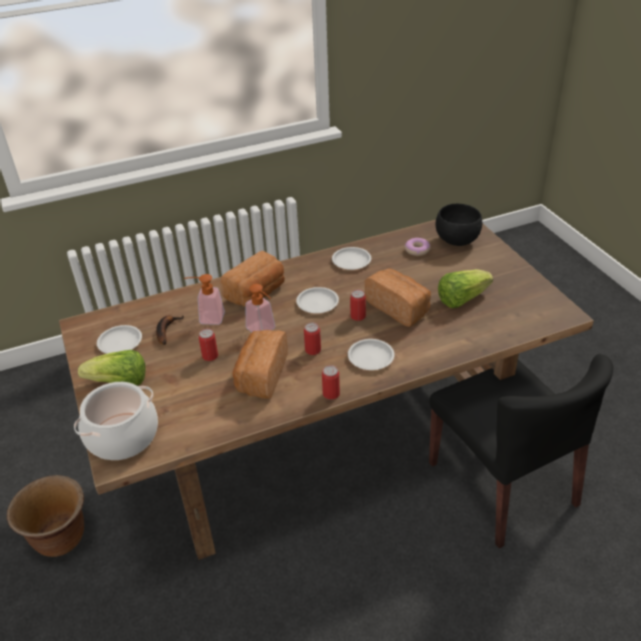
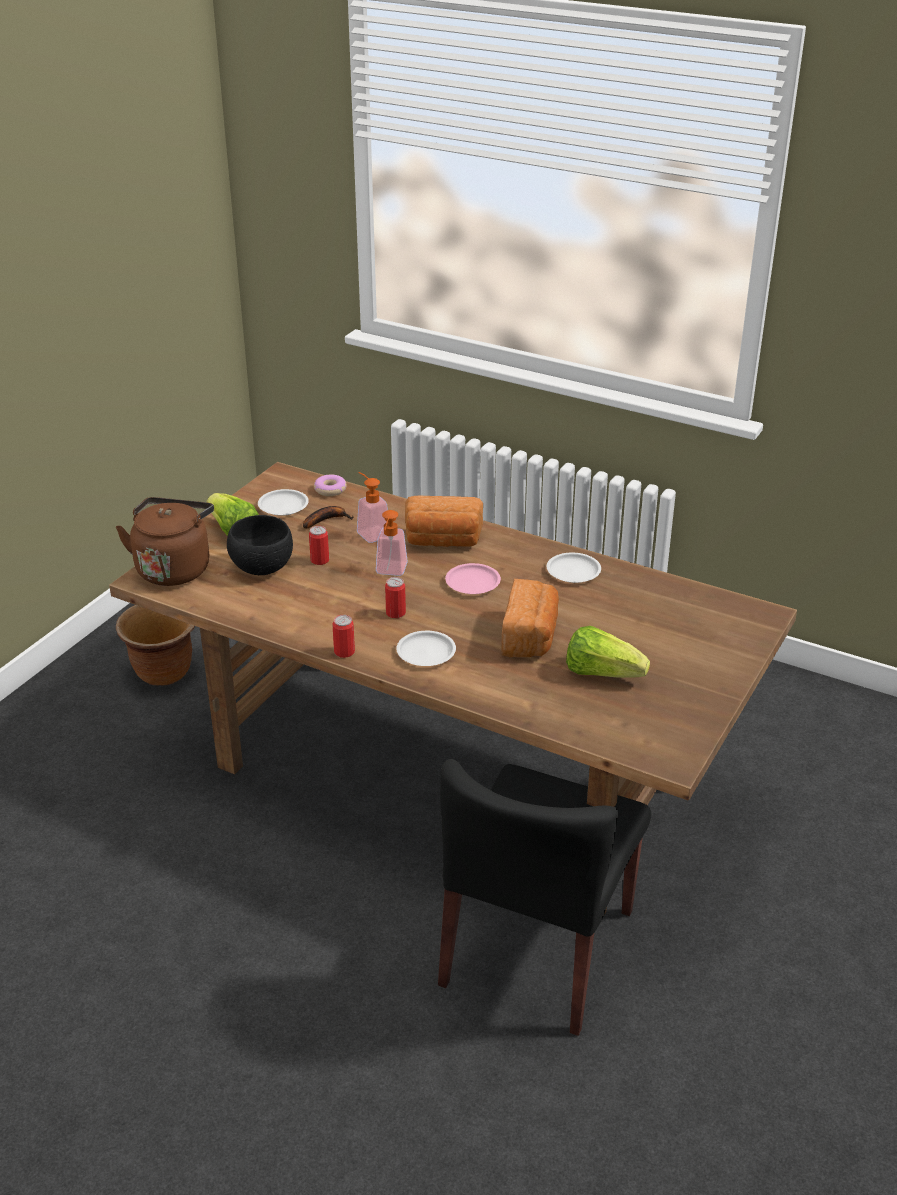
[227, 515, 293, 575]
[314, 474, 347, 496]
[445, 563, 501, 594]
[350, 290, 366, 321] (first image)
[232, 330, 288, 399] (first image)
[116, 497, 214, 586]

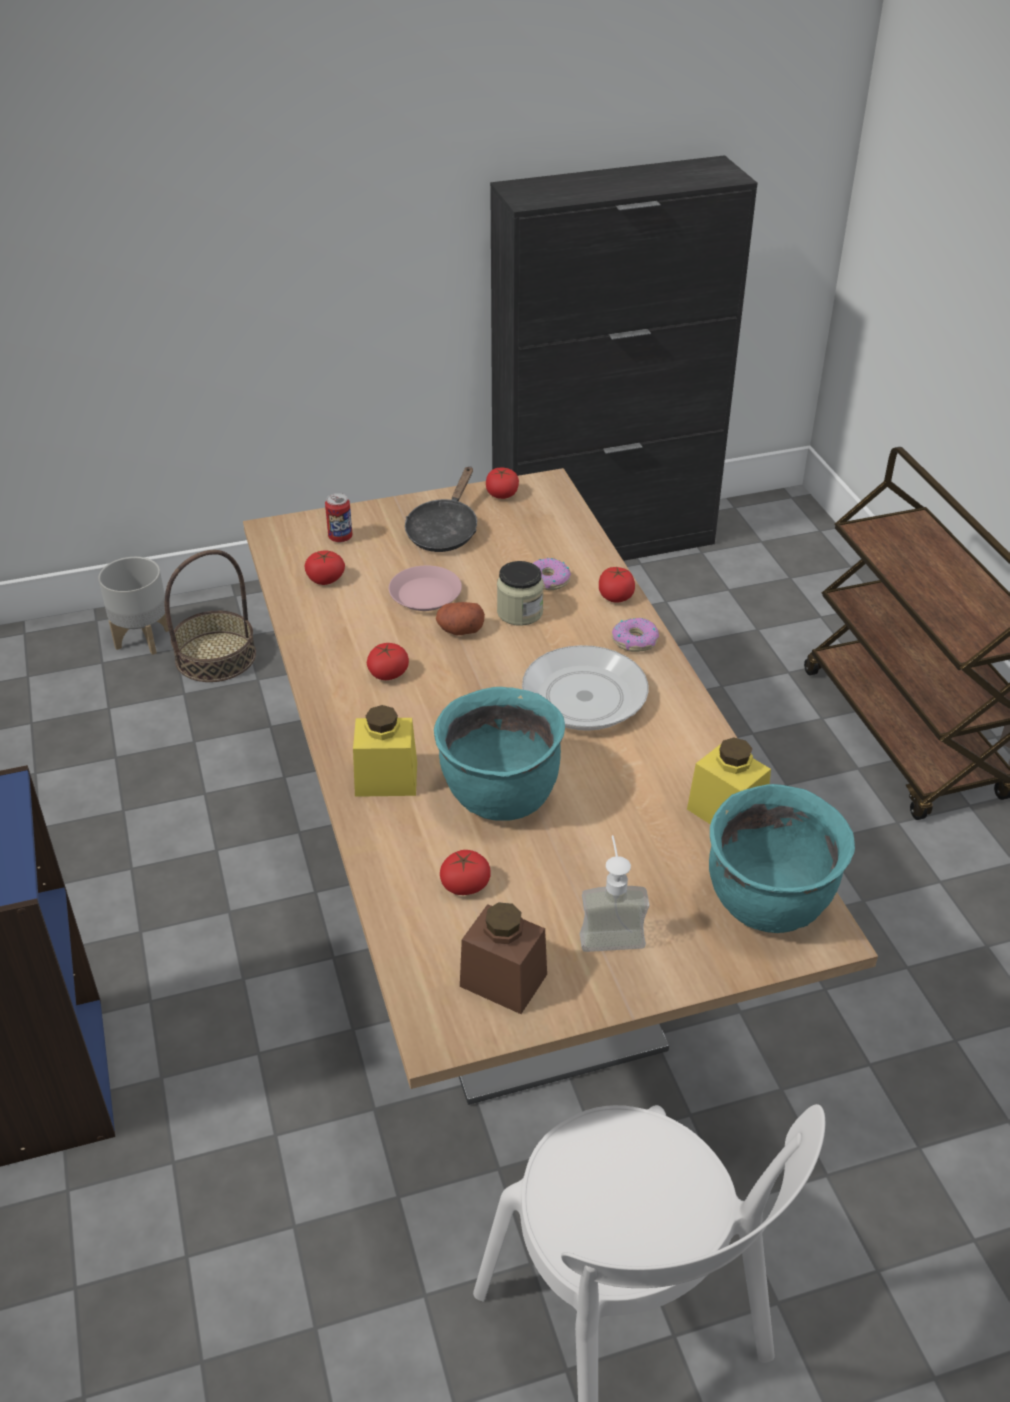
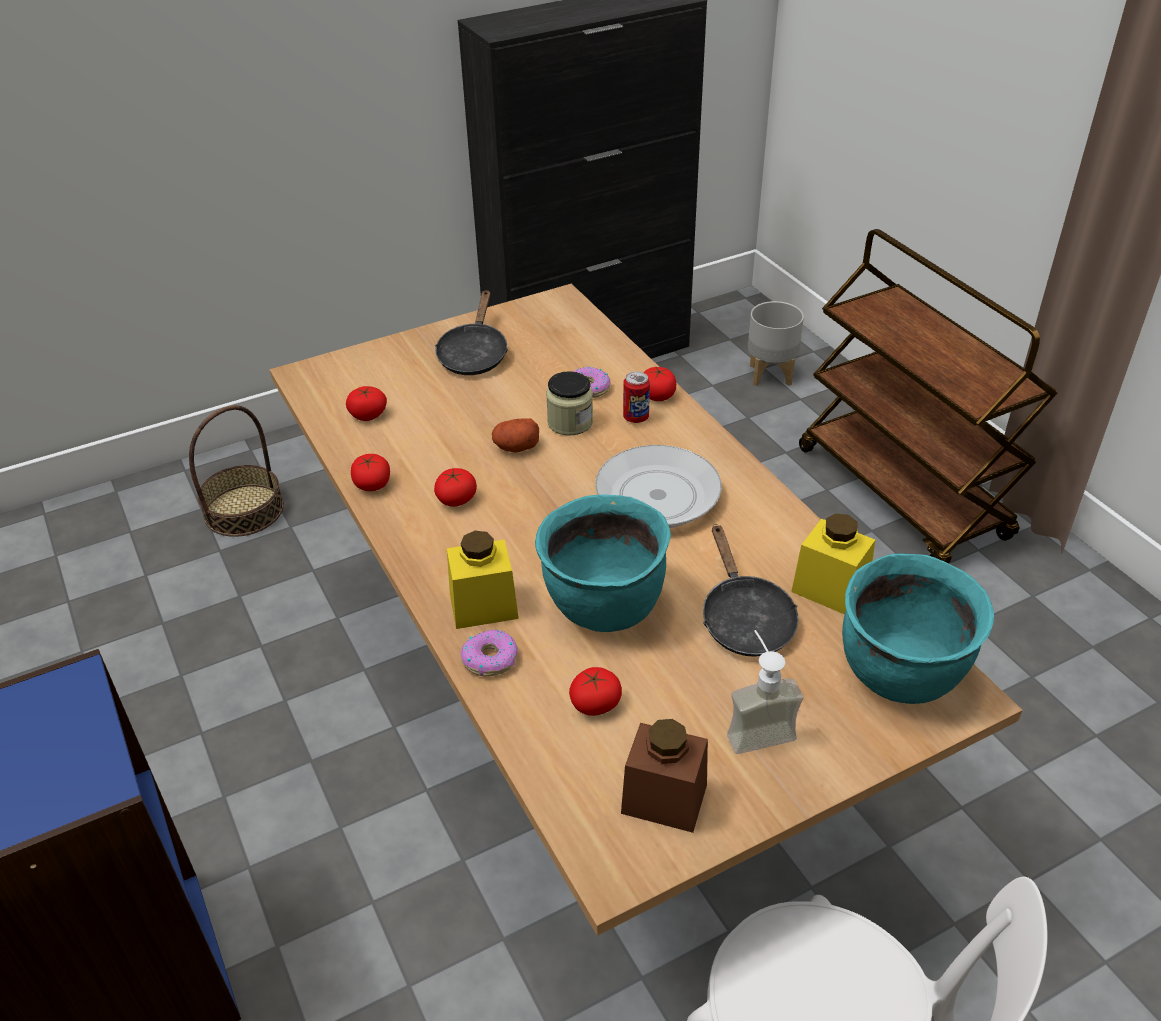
[351, 454, 390, 491]
[623, 371, 650, 423]
[748, 301, 804, 386]
[389, 565, 462, 611] (first image)
[460, 630, 518, 677]
[703, 524, 799, 657]

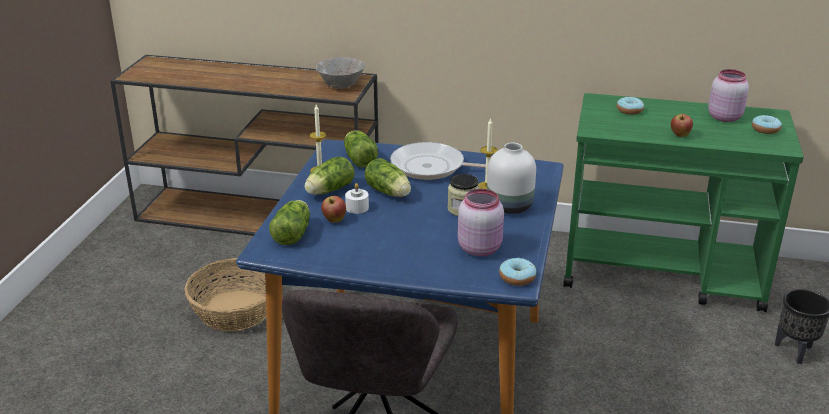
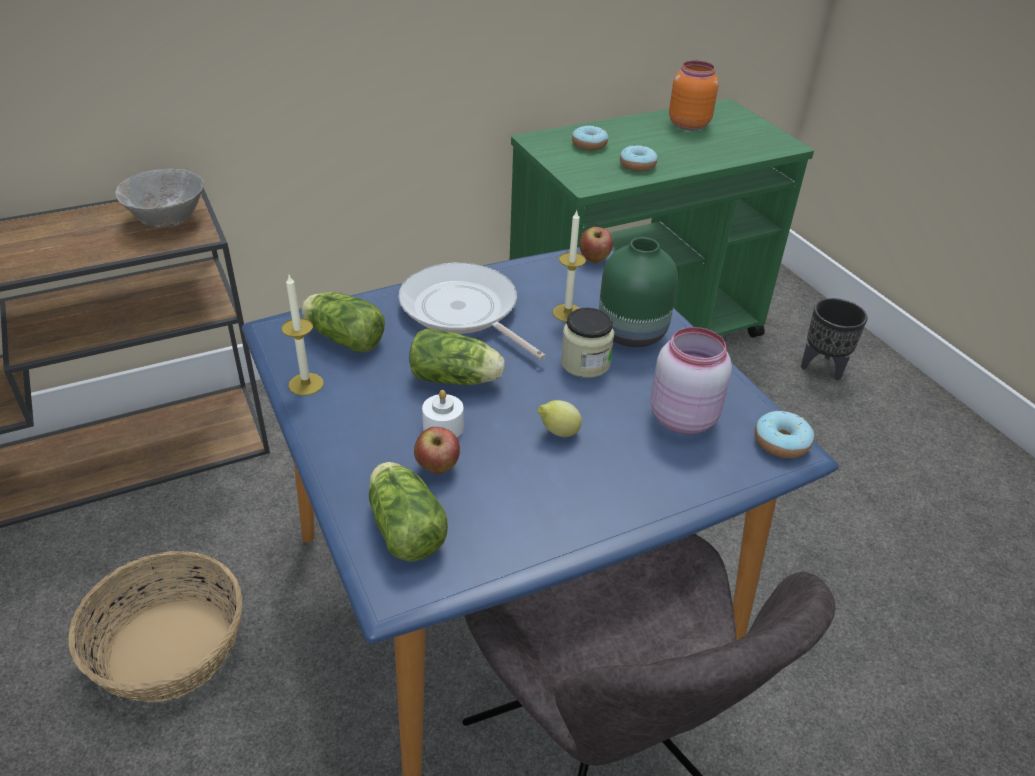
[669, 60, 719, 130]
[579, 227, 613, 263]
[620, 145, 657, 171]
[399, 263, 546, 360]
[599, 237, 678, 347]
[305, 157, 354, 195] (first image)
[538, 400, 582, 437]

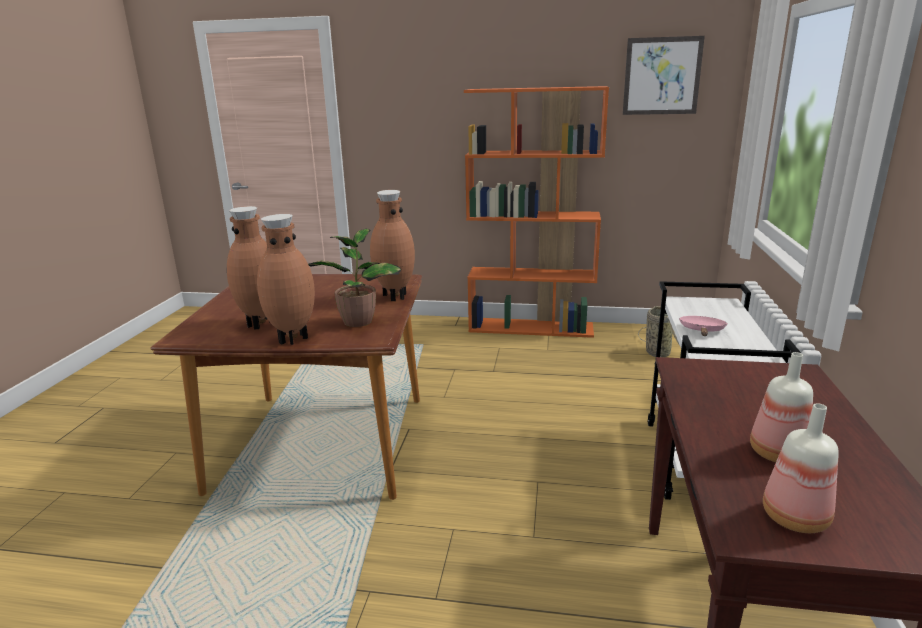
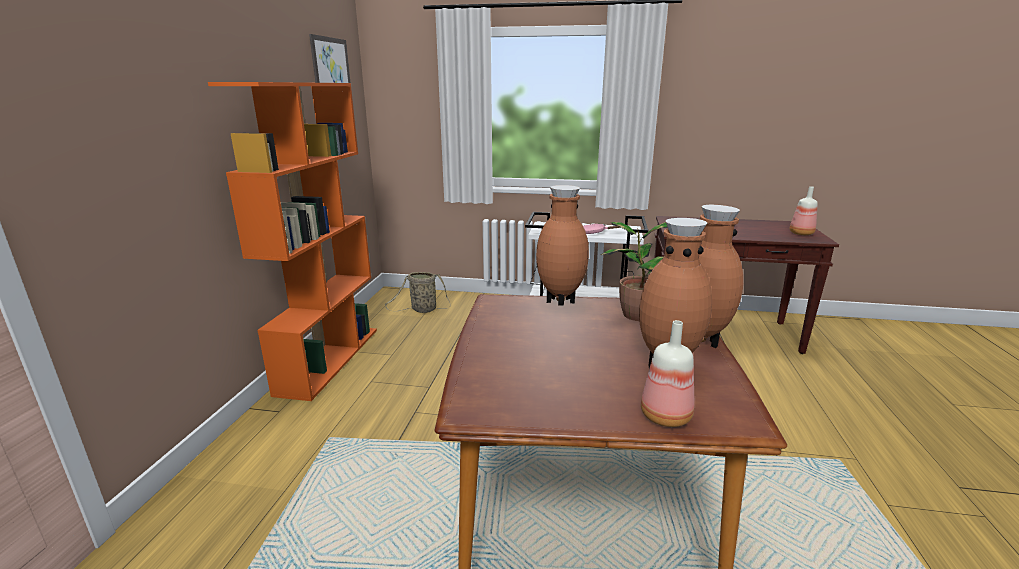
[641, 320, 694, 427]

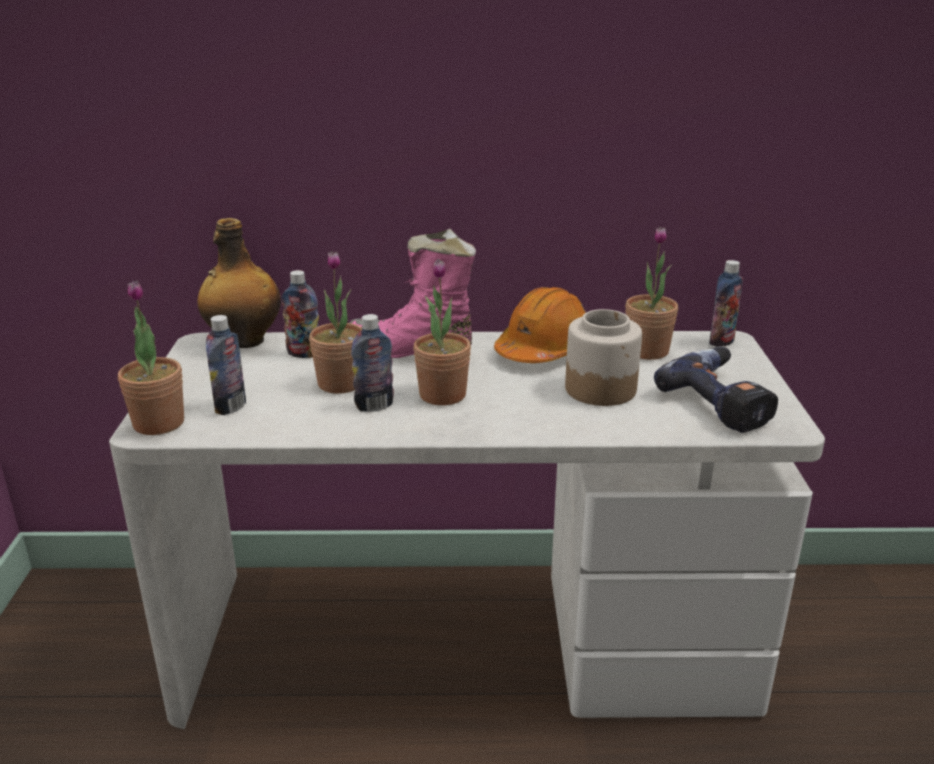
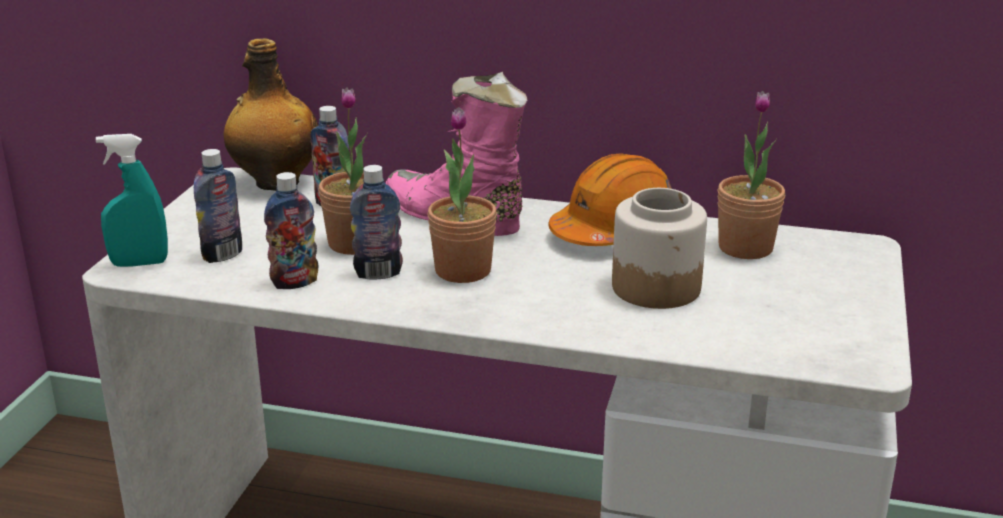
[264, 172, 318, 289]
[96, 134, 168, 267]
[654, 347, 778, 433] (first image)

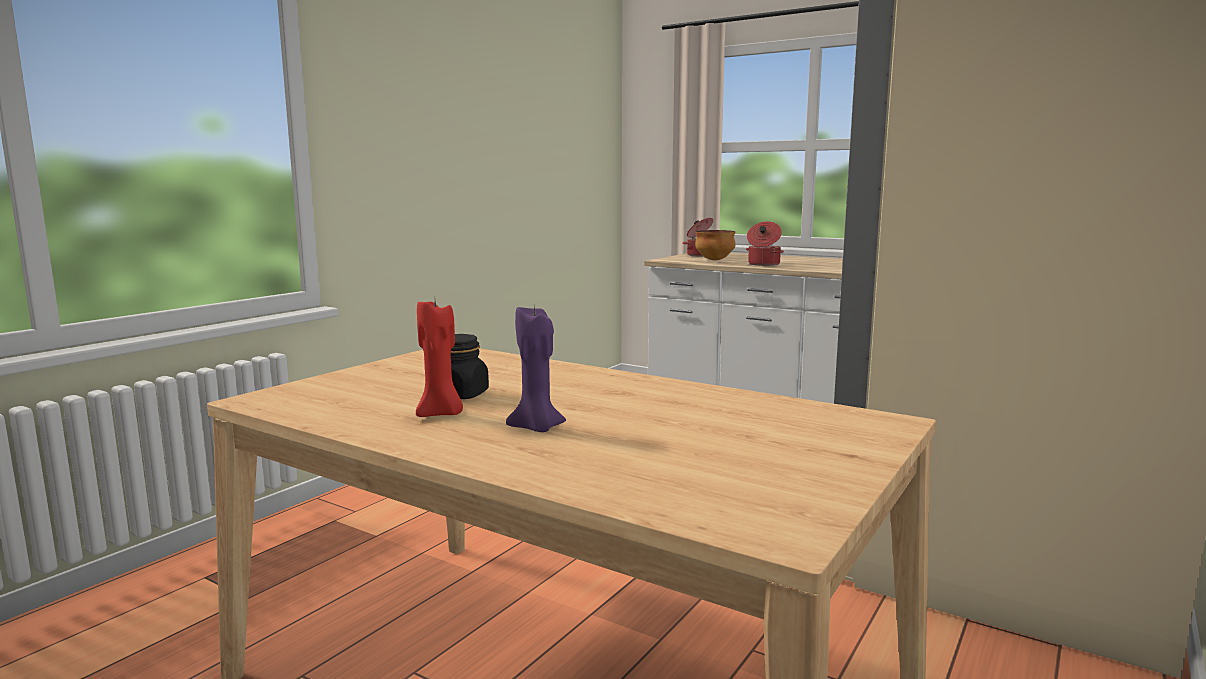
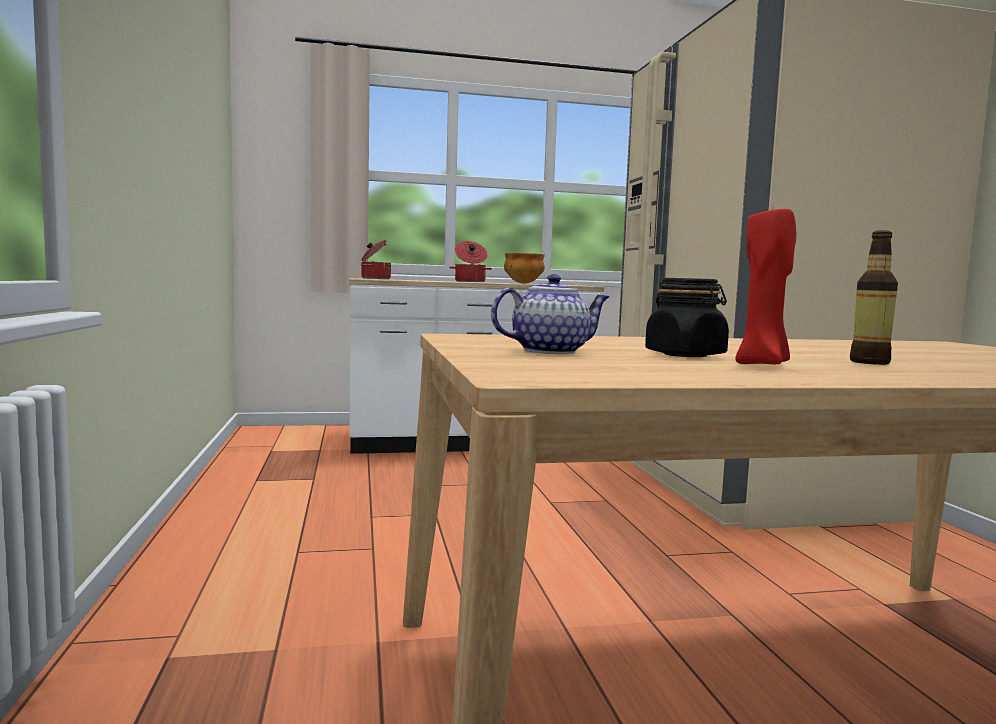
[504, 253, 545, 284]
[850, 230, 898, 365]
[491, 274, 609, 354]

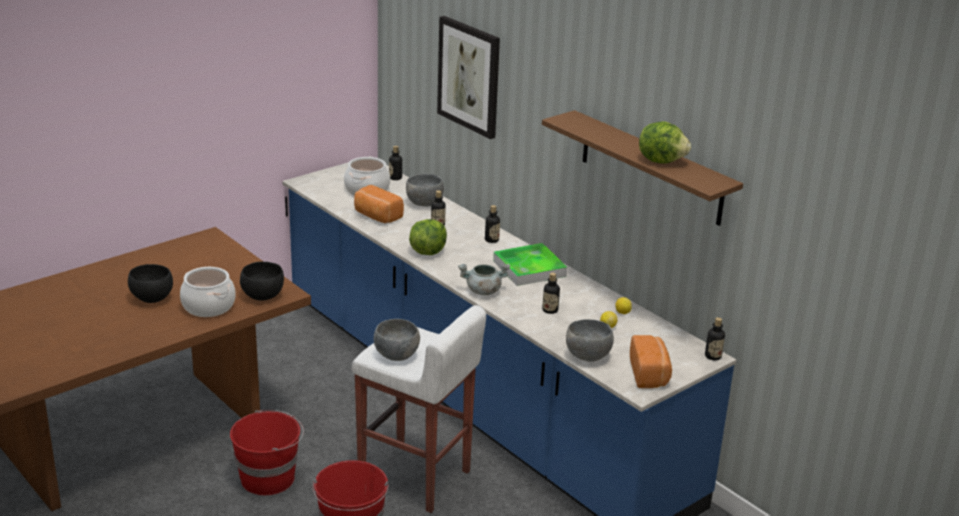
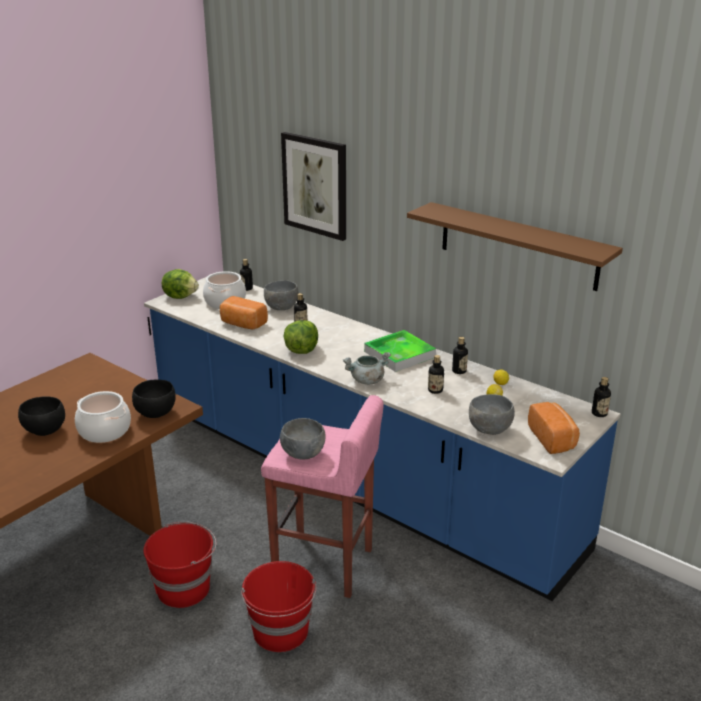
[162, 269, 199, 299]
[452, 337, 468, 374]
[261, 395, 384, 598]

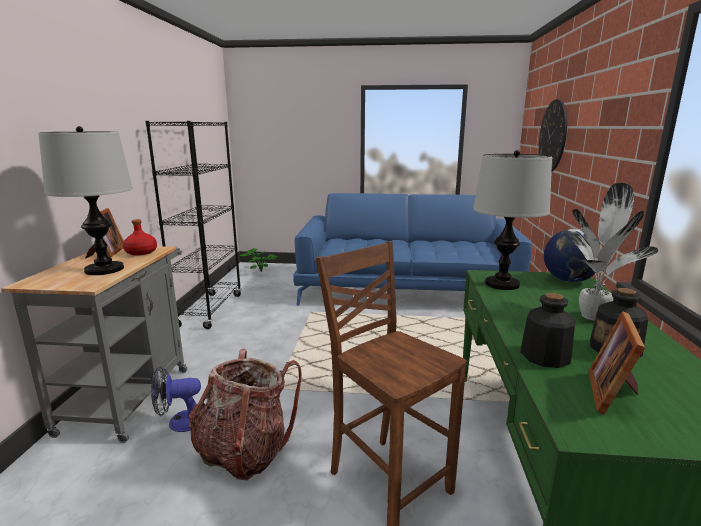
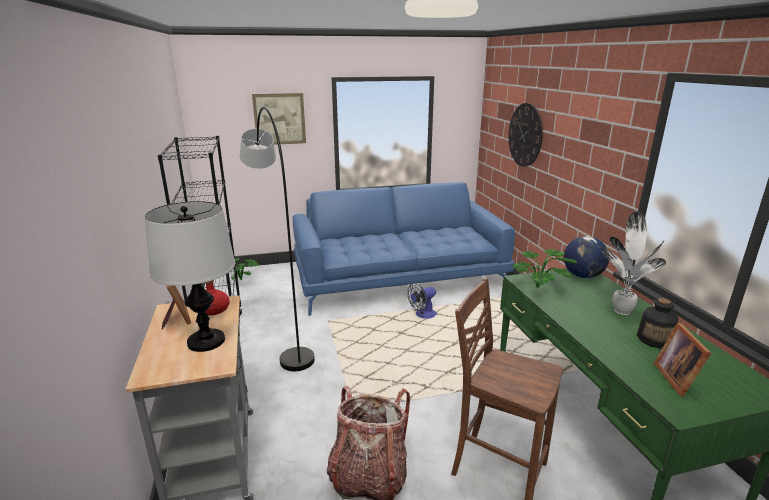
[513, 249, 578, 288]
[520, 293, 576, 368] (first image)
[407, 283, 436, 319]
[252, 93, 306, 145]
[240, 107, 315, 371]

